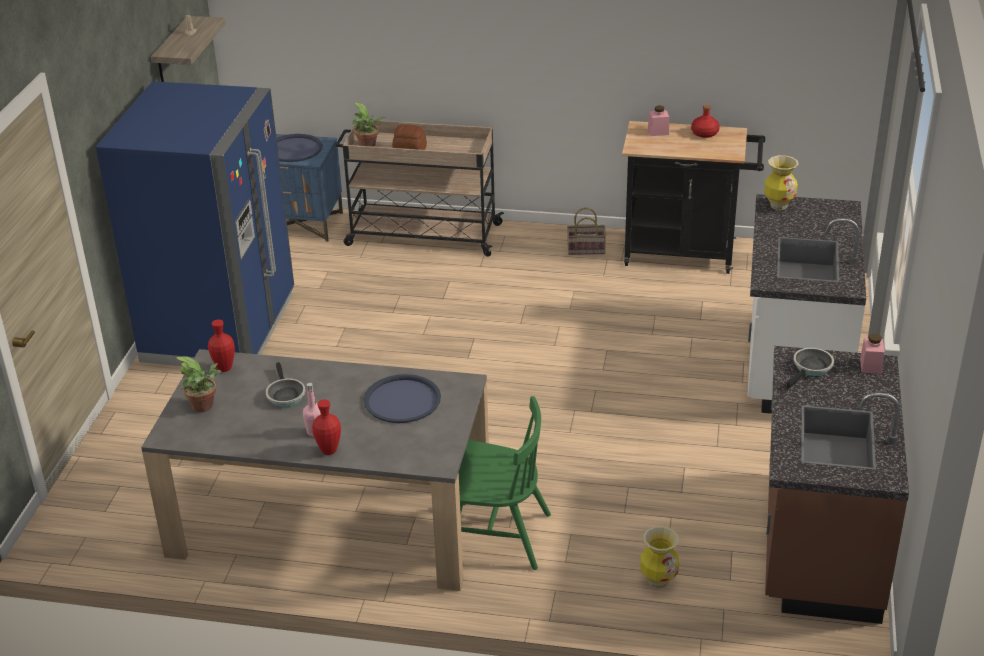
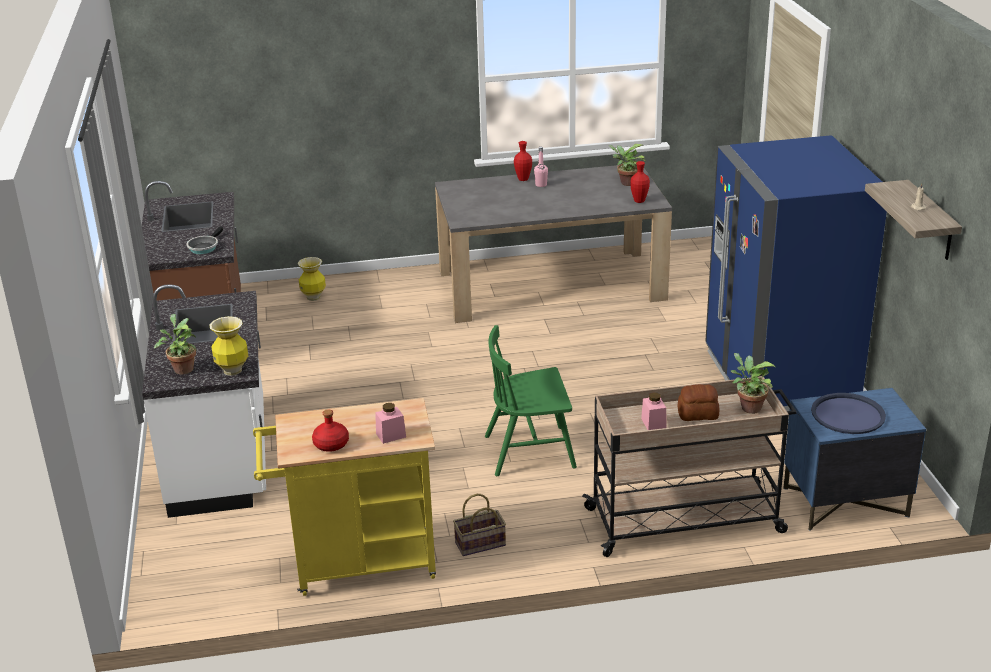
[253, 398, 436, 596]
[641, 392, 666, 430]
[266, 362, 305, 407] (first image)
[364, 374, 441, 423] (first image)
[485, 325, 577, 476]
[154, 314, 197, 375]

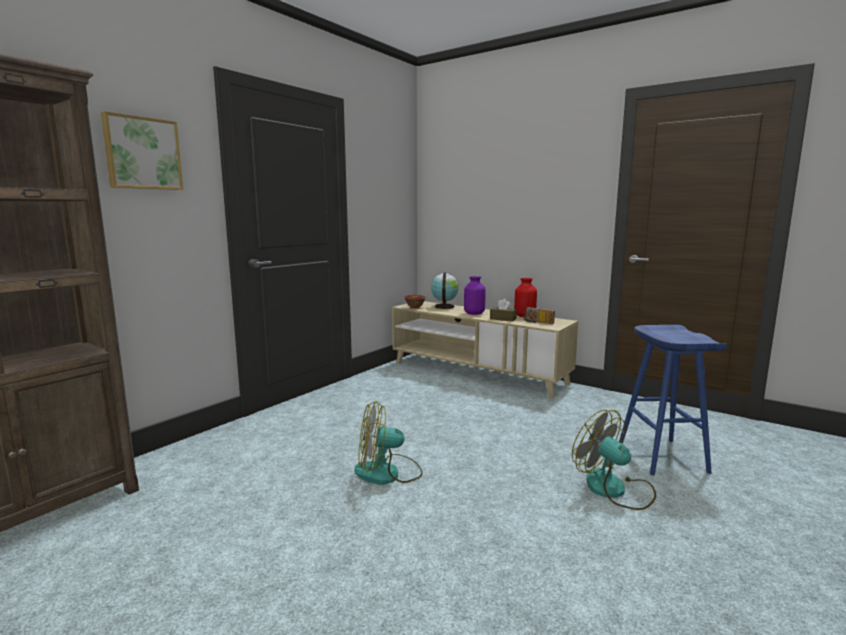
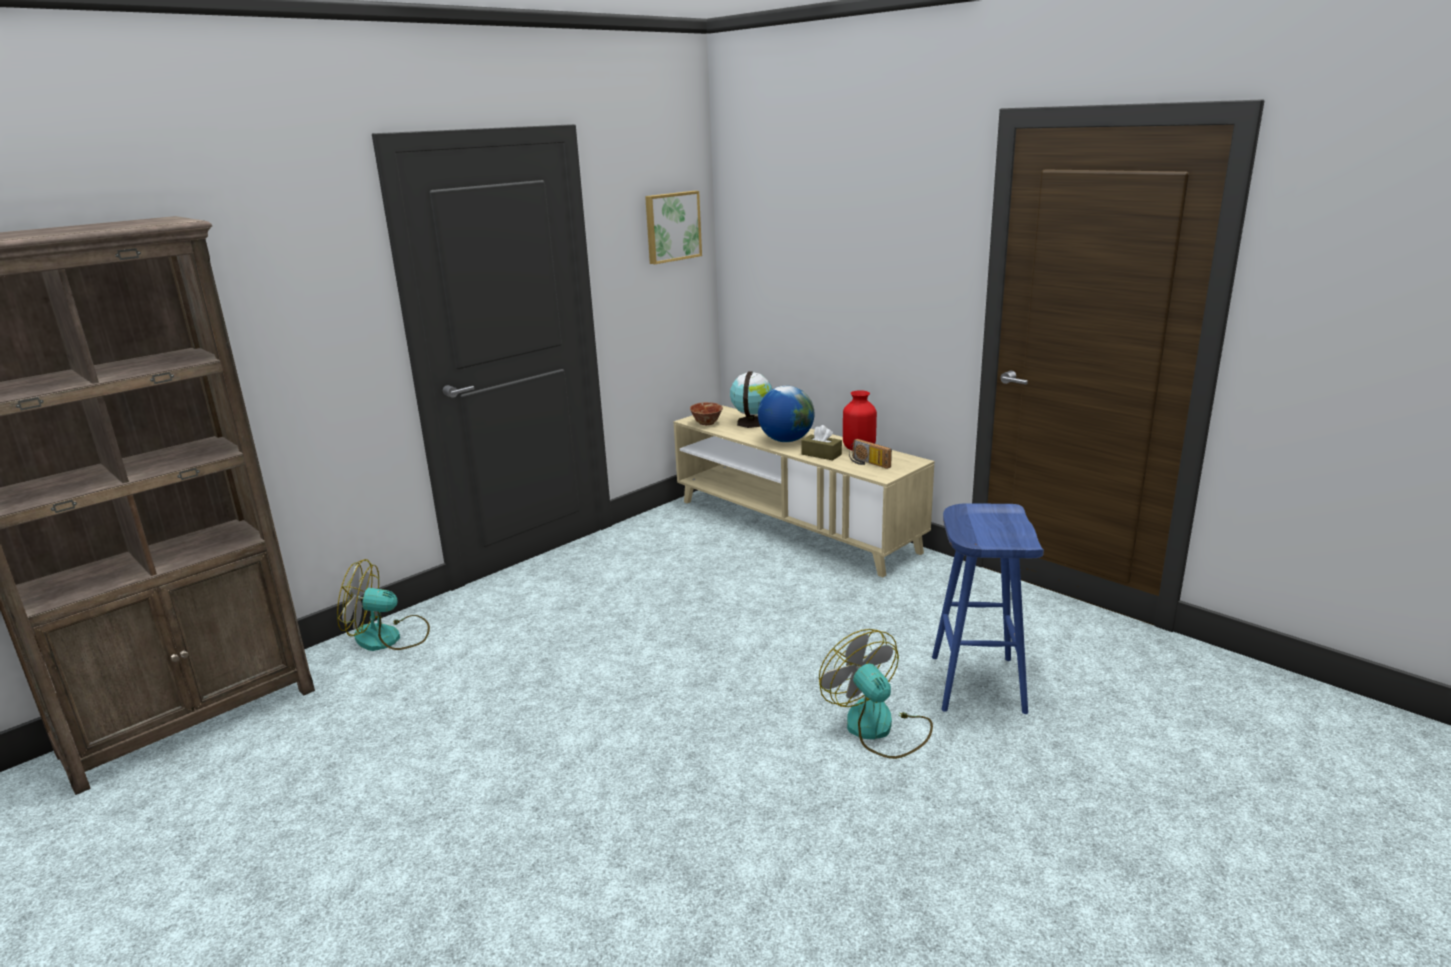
[645, 191, 702, 264]
[758, 386, 814, 442]
[337, 559, 430, 651]

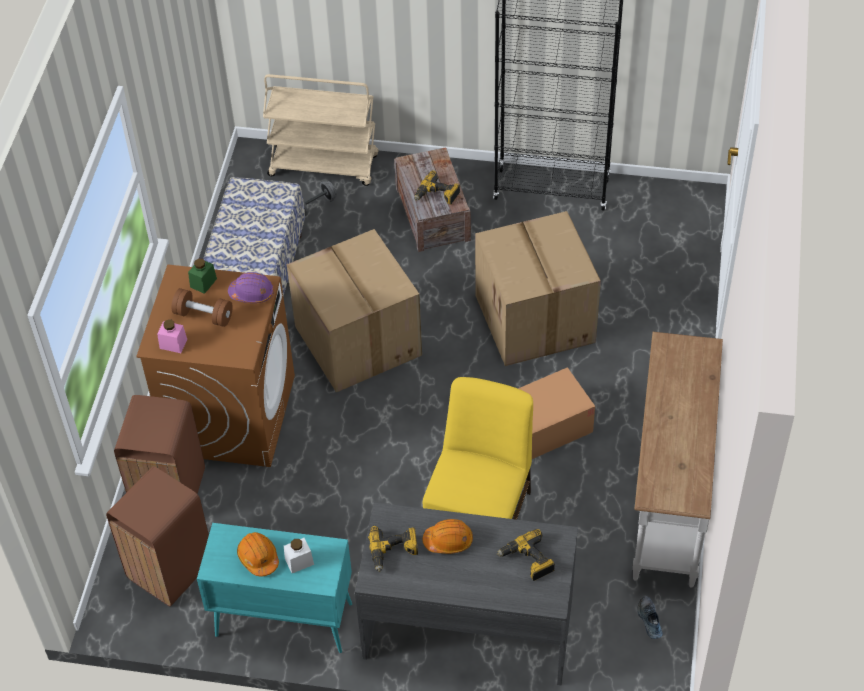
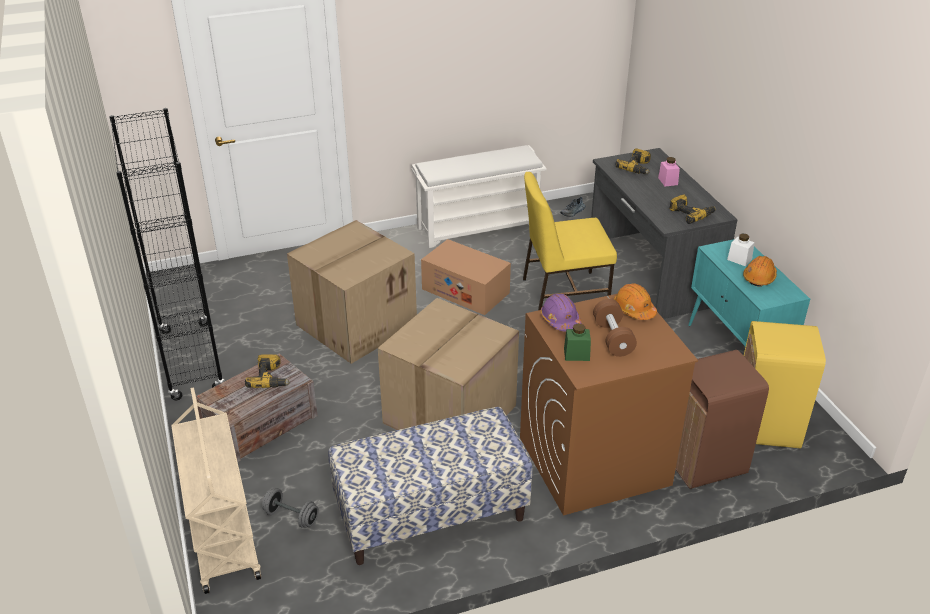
[658, 157, 680, 187]
[411, 145, 547, 248]
[744, 321, 826, 448]
[613, 283, 657, 320]

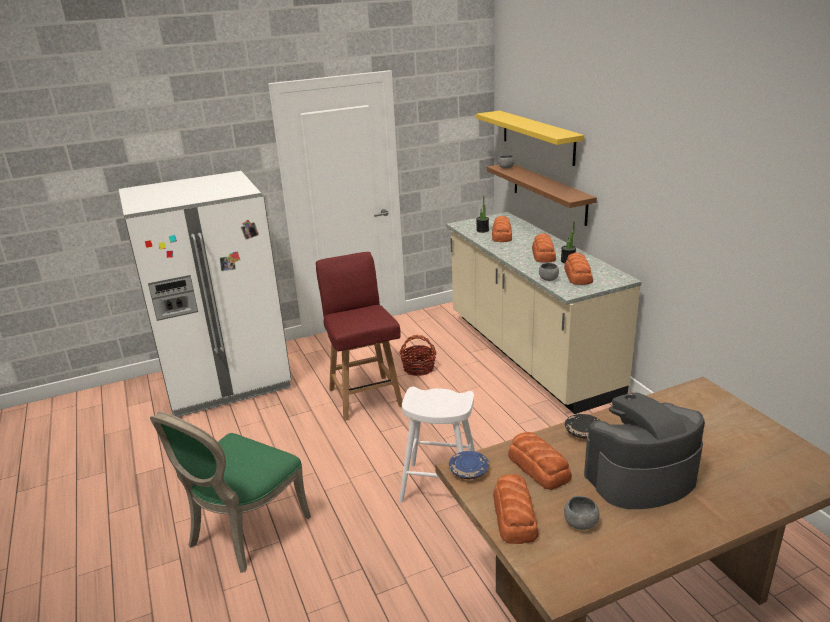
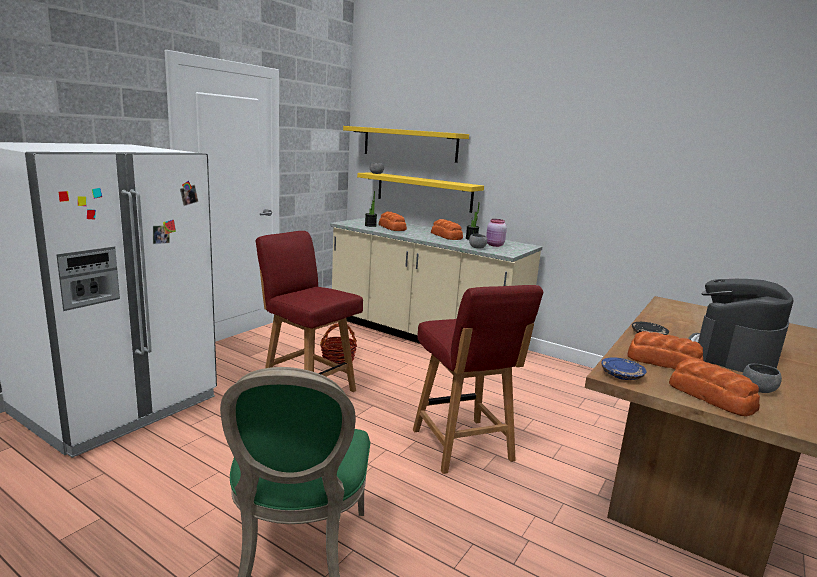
[357, 172, 484, 213]
[486, 219, 507, 247]
[413, 285, 543, 474]

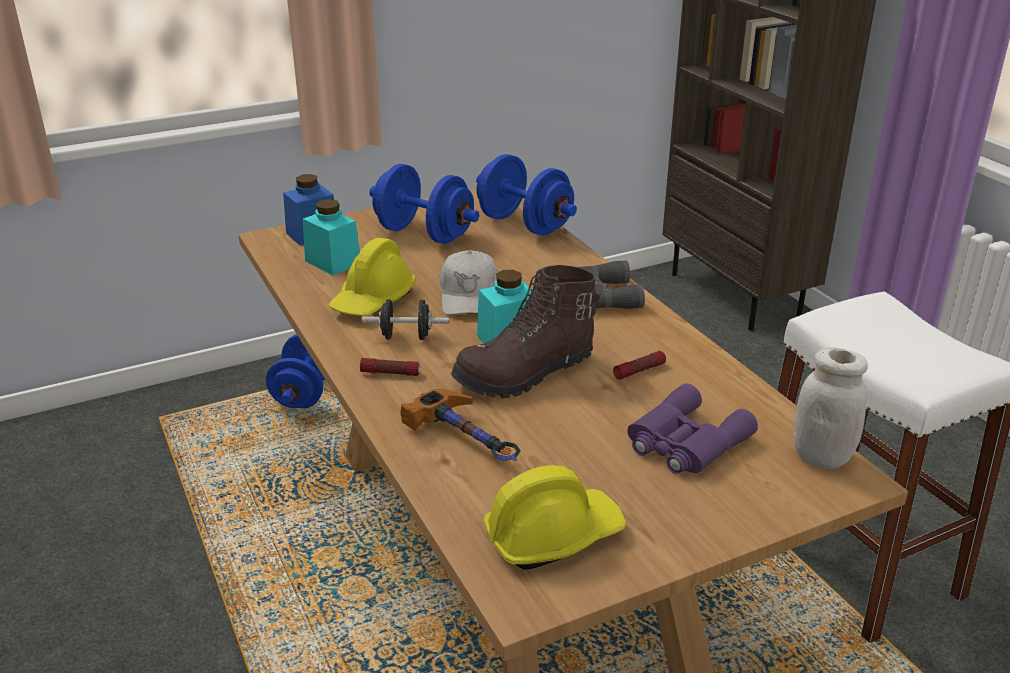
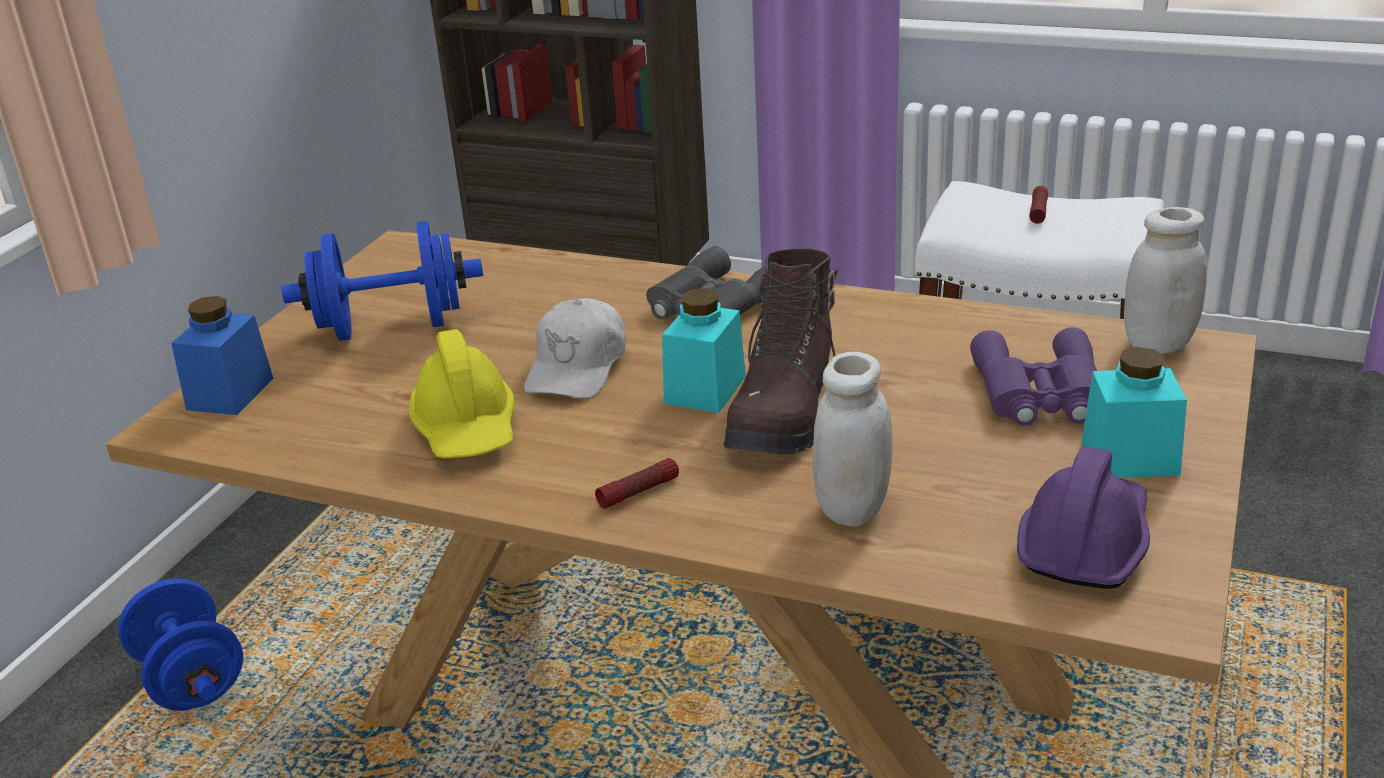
[476, 154, 577, 236] (first image)
[1082, 347, 1187, 478]
[524, 298, 626, 399]
[361, 299, 449, 340] (first image)
[1030, 186, 1048, 224]
[813, 352, 893, 527]
[1017, 446, 1150, 589]

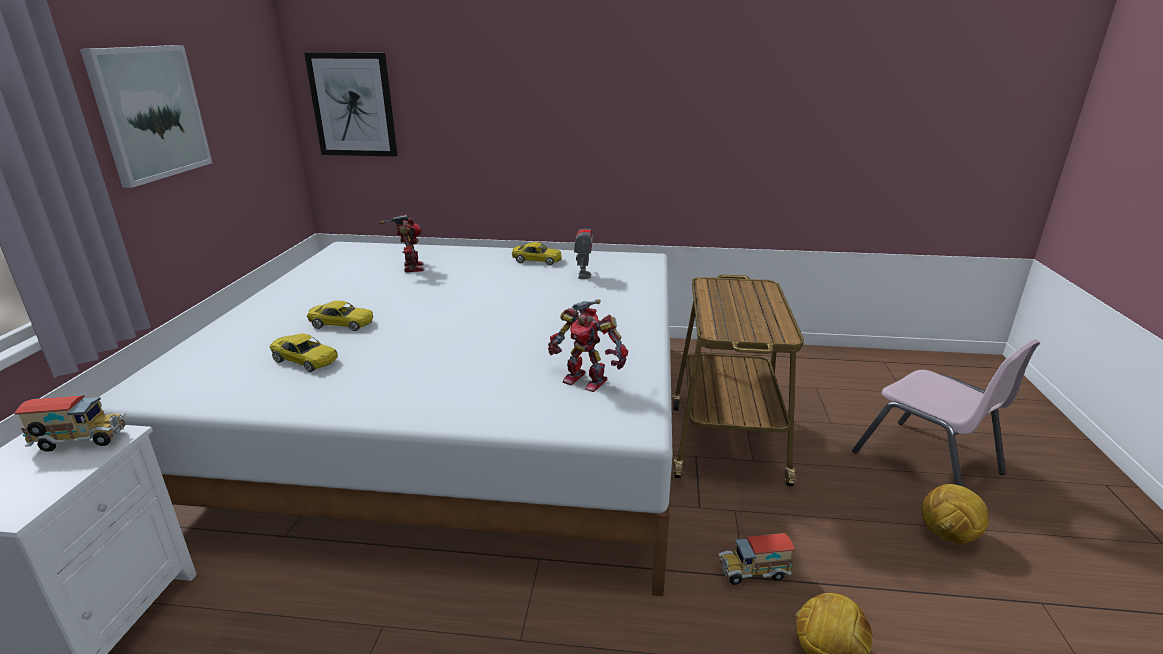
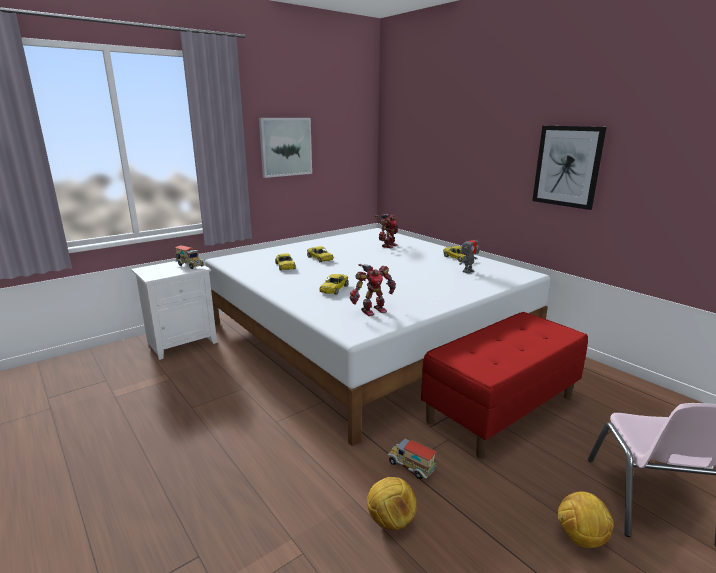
[532, 126, 607, 210]
[421, 312, 588, 458]
[350, 264, 396, 316]
[319, 274, 349, 295]

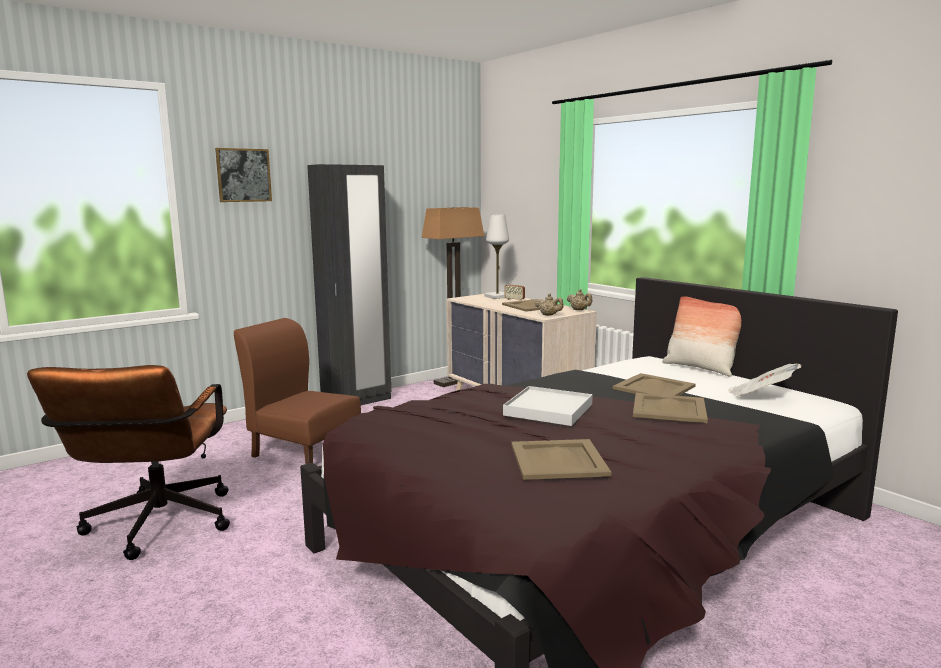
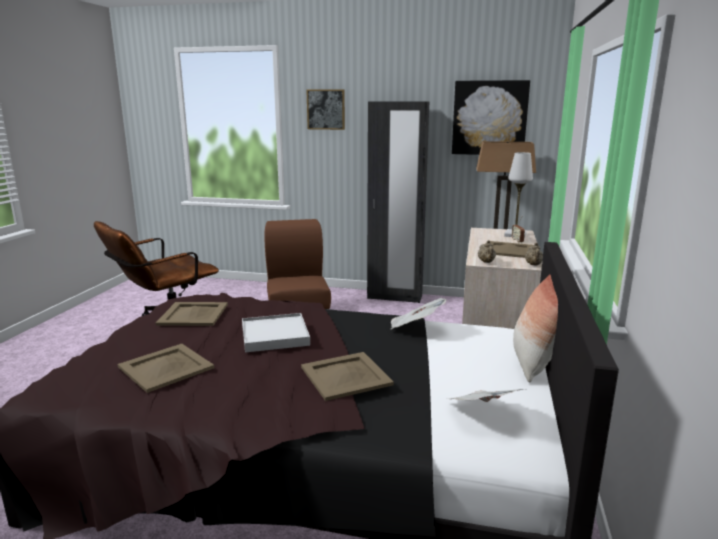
[156, 302, 228, 326]
[452, 80, 530, 155]
[391, 298, 446, 329]

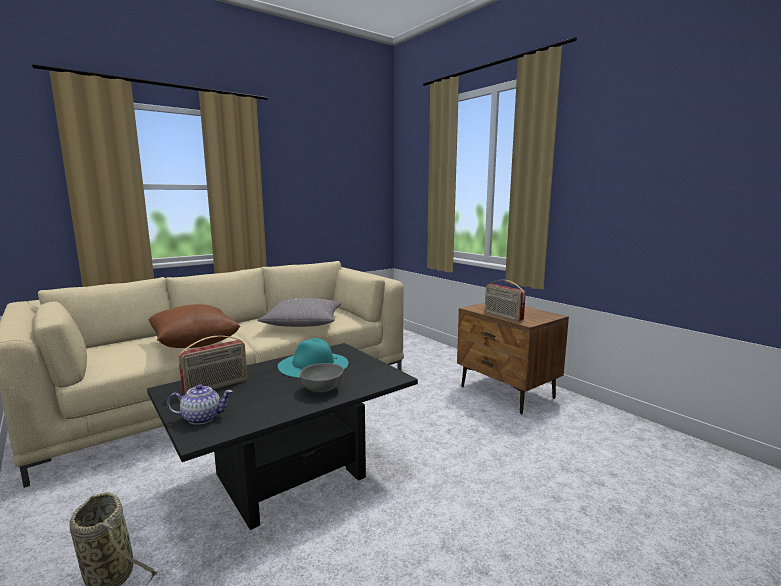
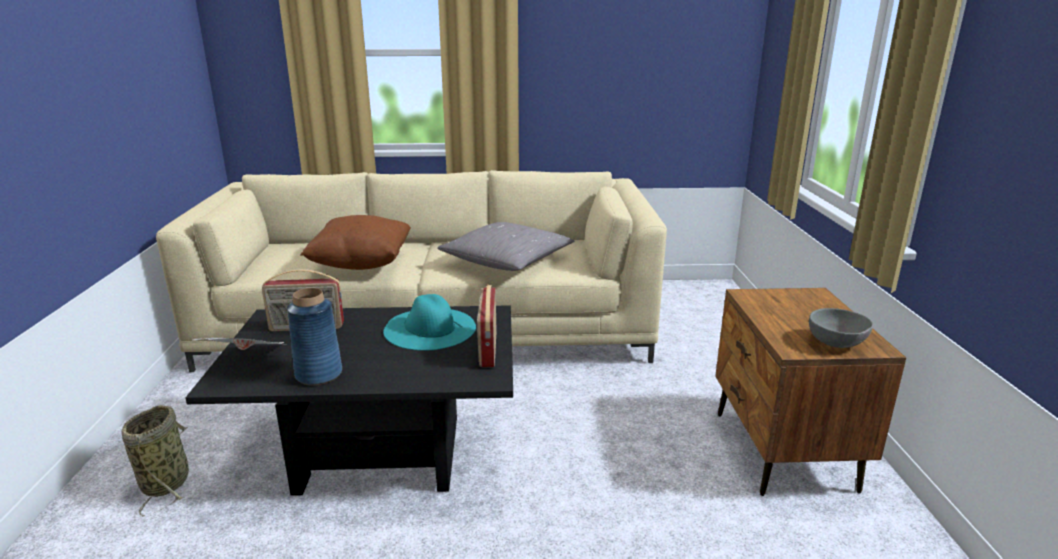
[477, 285, 496, 367]
[809, 308, 873, 348]
[192, 338, 287, 350]
[287, 288, 342, 385]

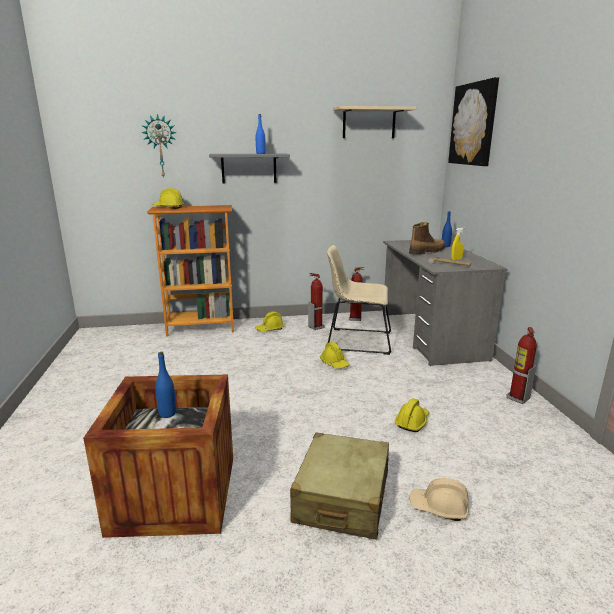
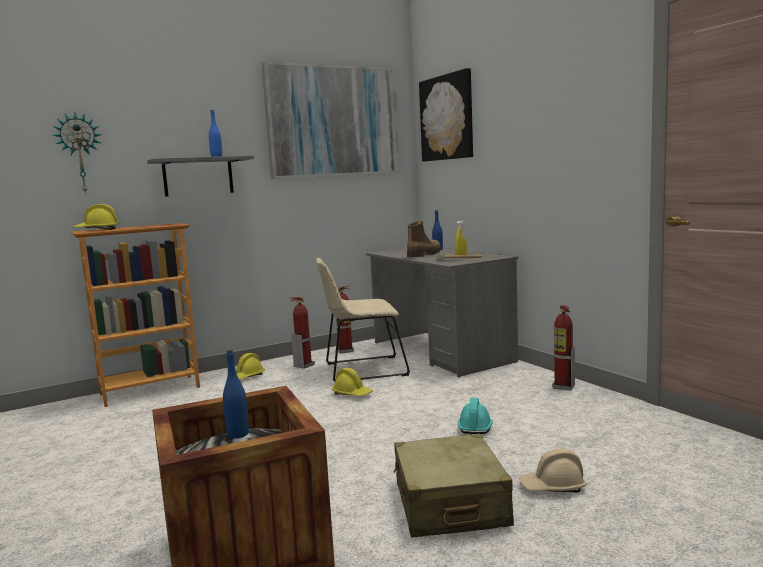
[262, 62, 400, 179]
[458, 398, 493, 434]

